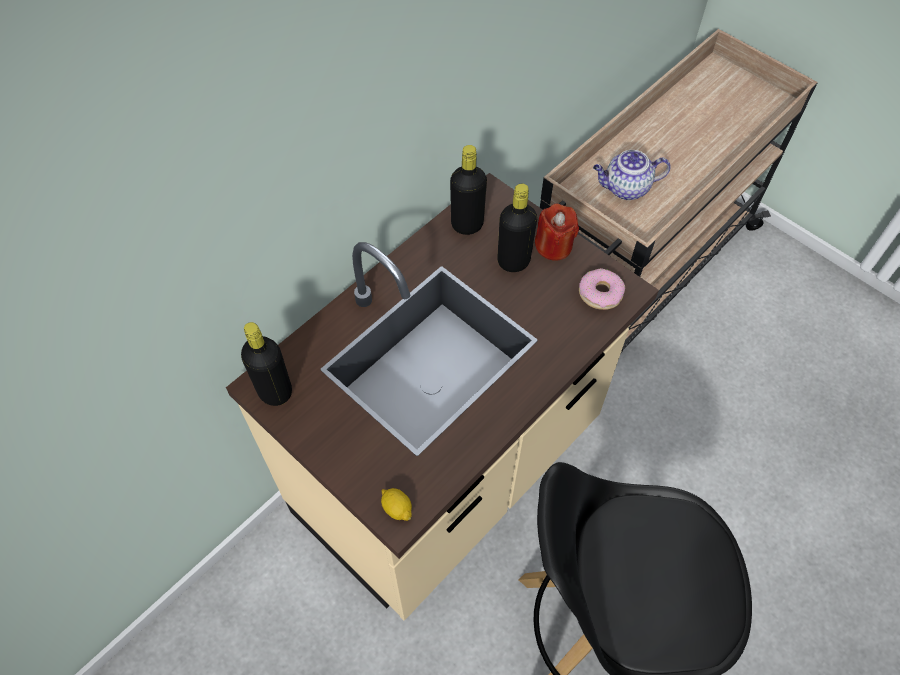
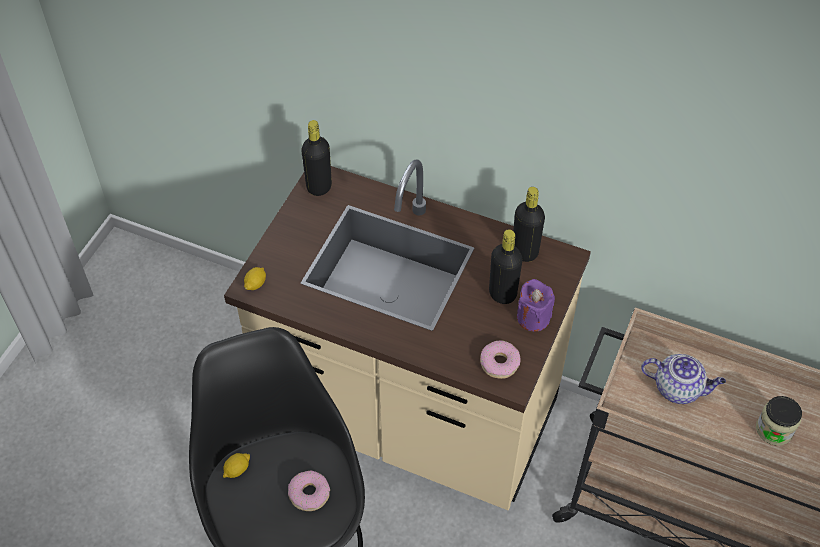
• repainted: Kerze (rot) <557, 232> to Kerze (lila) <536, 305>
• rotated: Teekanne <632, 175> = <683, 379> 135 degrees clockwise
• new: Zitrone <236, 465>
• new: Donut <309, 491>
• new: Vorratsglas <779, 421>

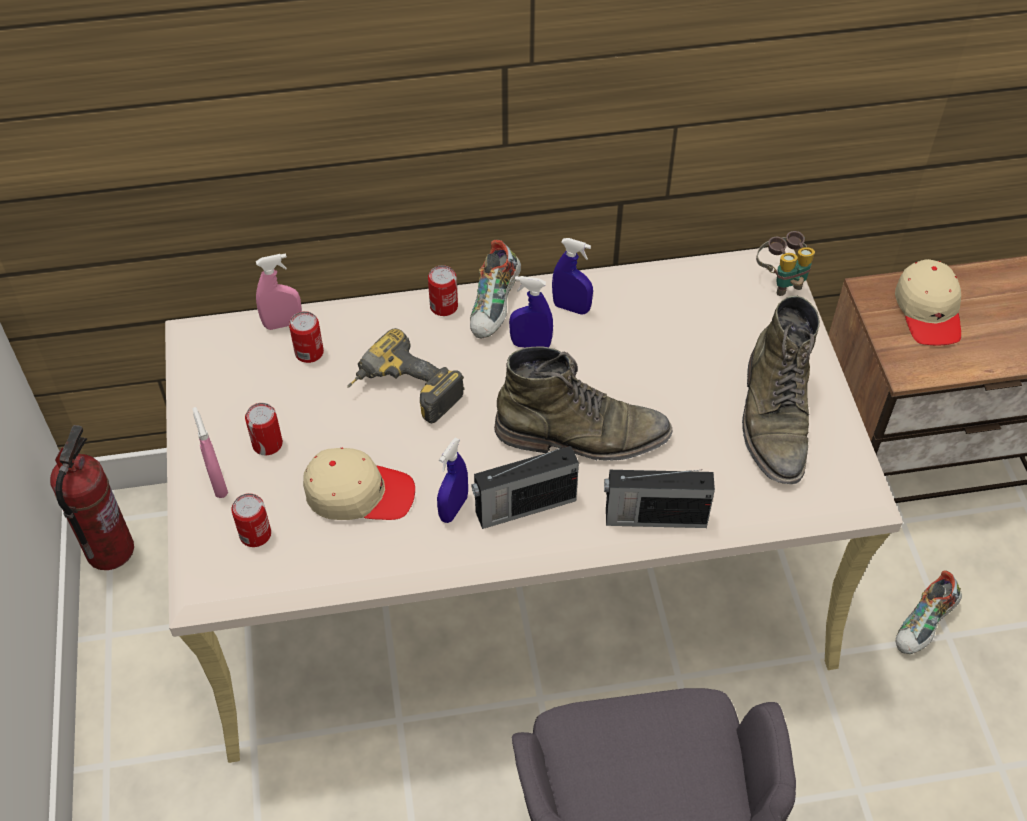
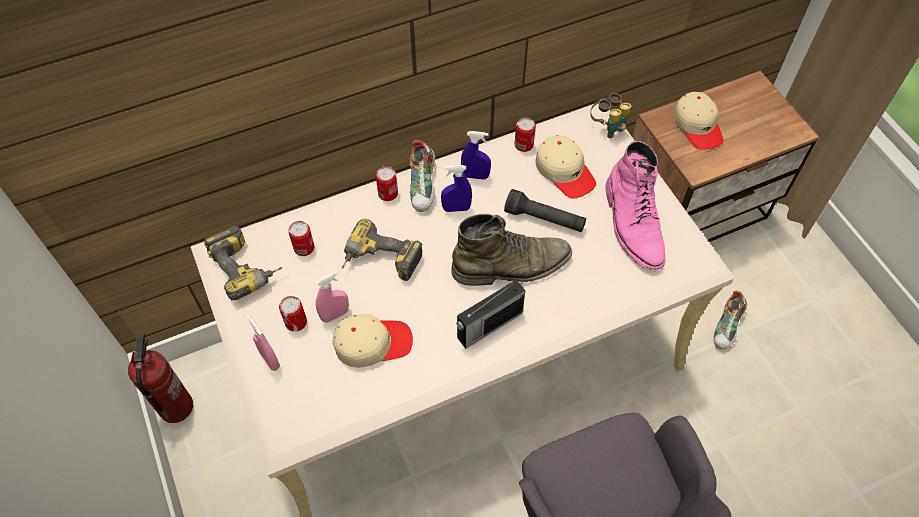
• shifted: Dose <251, 520> to <525, 134>
• shifted: Sprühflasche (rosa) <279, 291> to <332, 297>
• gone: Sprühflasche (blau) <452, 480>
• gone: Radio <659, 498>
• repainted: Stiefel (grün) <781, 389> to Stiefel (rosa) <635, 205>
• new: Bohrmaschine <243, 263>
• new: Taschenlampe (schwarz) <545, 210>
• new: Kappe (beige) <565, 167>

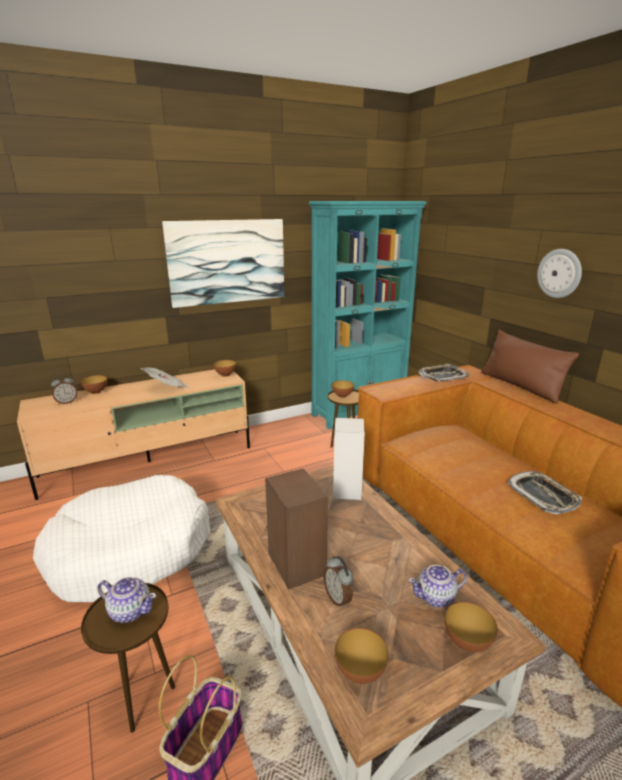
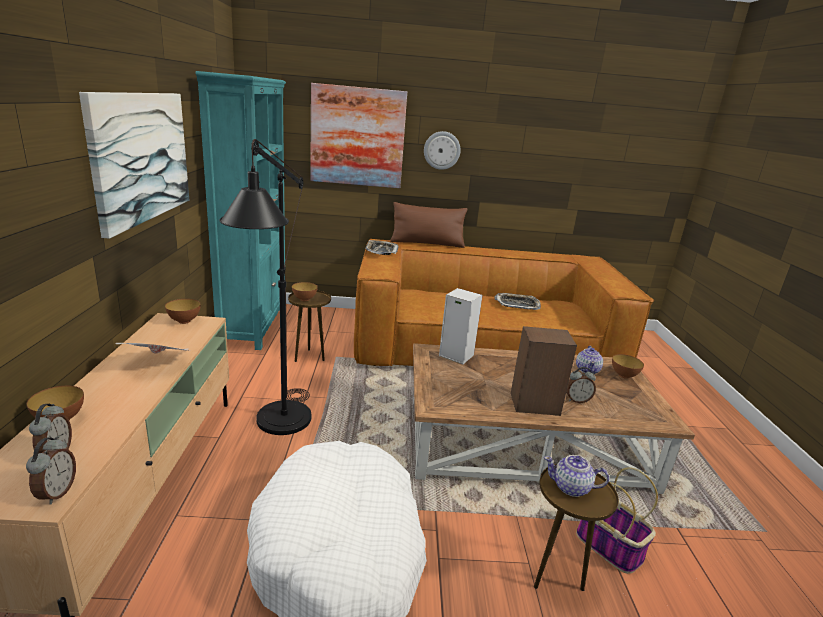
• rotated: Teekanne <126, 600> = <576, 476> 120 degrees counterclockwise
• gone: Schüssel <362, 656>
• new: Wecker <51, 470>
• new: Stehlampe (schwarz) <265, 287>
• new: Bild <358, 135>

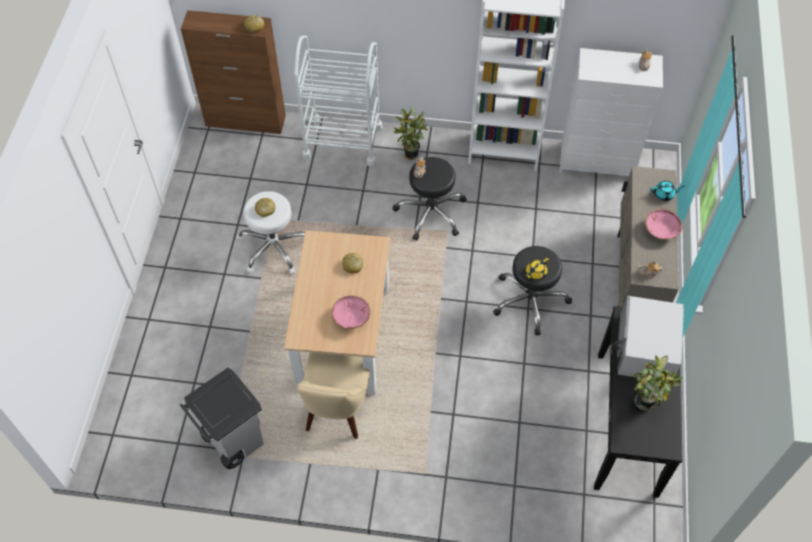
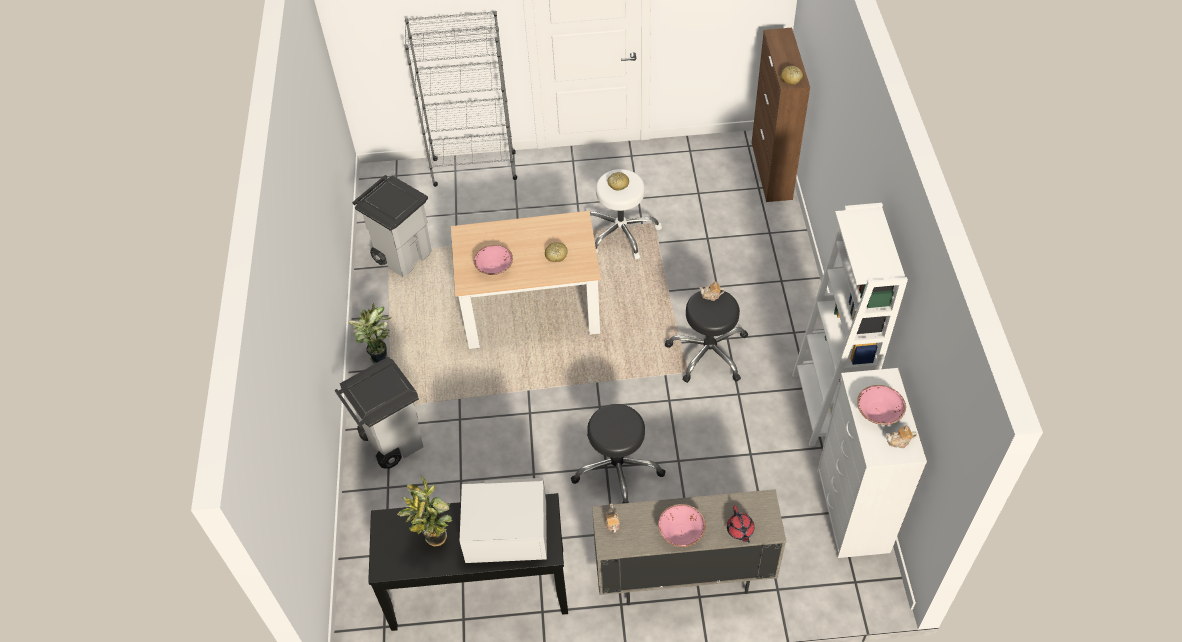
• gone: Rollwagen (weiß) <338, 101>
• gone: Stuhl (beige) <333, 395>
• shifted: Topfpflanze <410, 133> to <369, 333>
• gone: Teekanne (gelb) <537, 269>
• repainted: Teekanne (türkis) <667, 191> to Teekanne (rot) <741, 524>
• new: Mülleimer (grau) <379, 412>
• new: Bücherregal (grau) <460, 99>
• new: Schüssel (rosa) <881, 405>

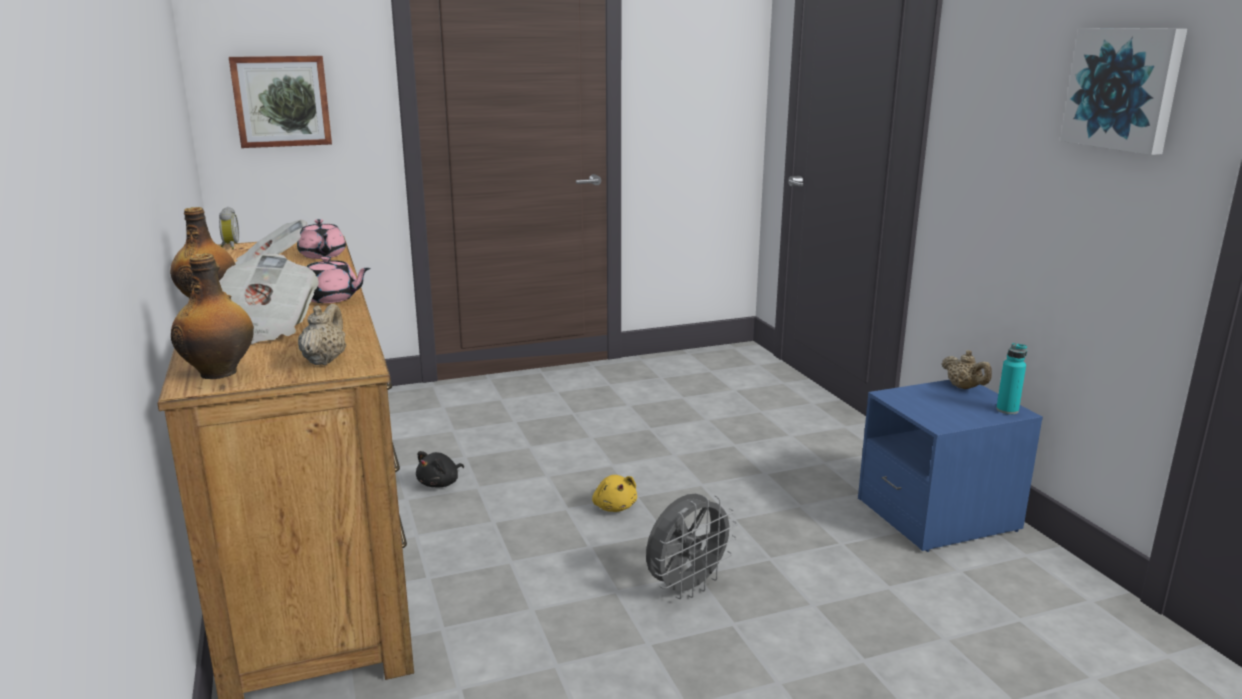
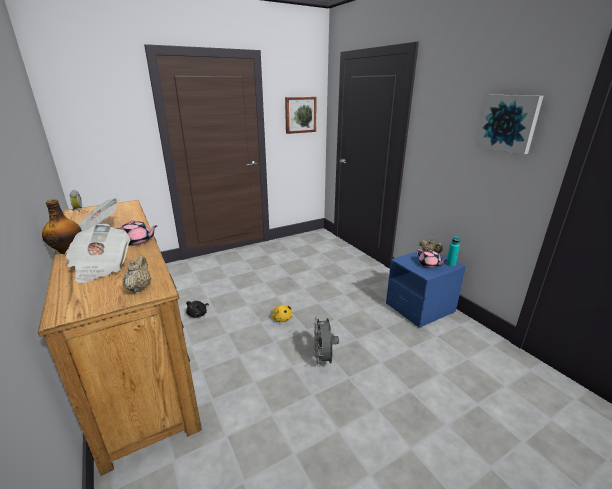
• gone: Flasche <212, 316>
• shifted: Bild <280, 102> to <301, 115>
• shifted: Teekanne (rosa) <321, 239> to <432, 258>
• rotated: Ventilator (grau) <691, 546> = <326, 341> 135 degrees clockwise

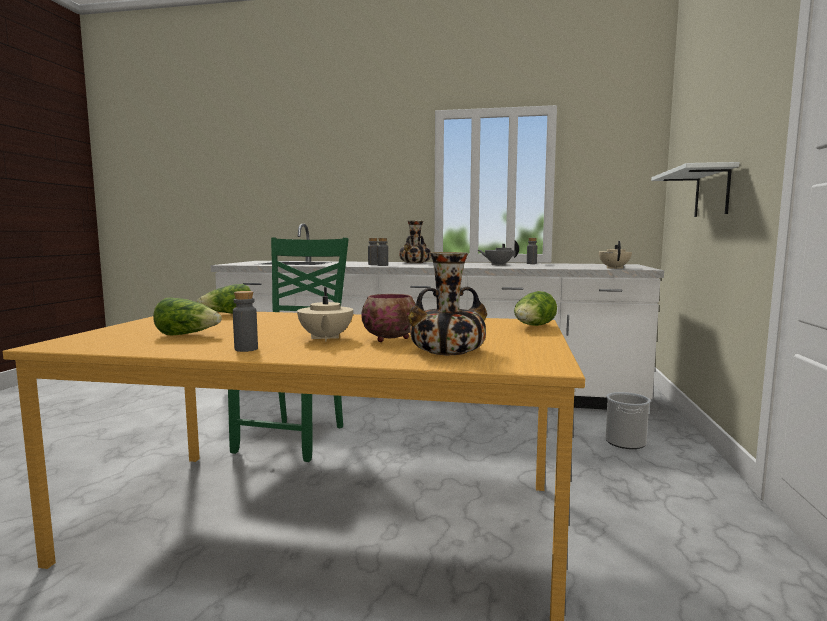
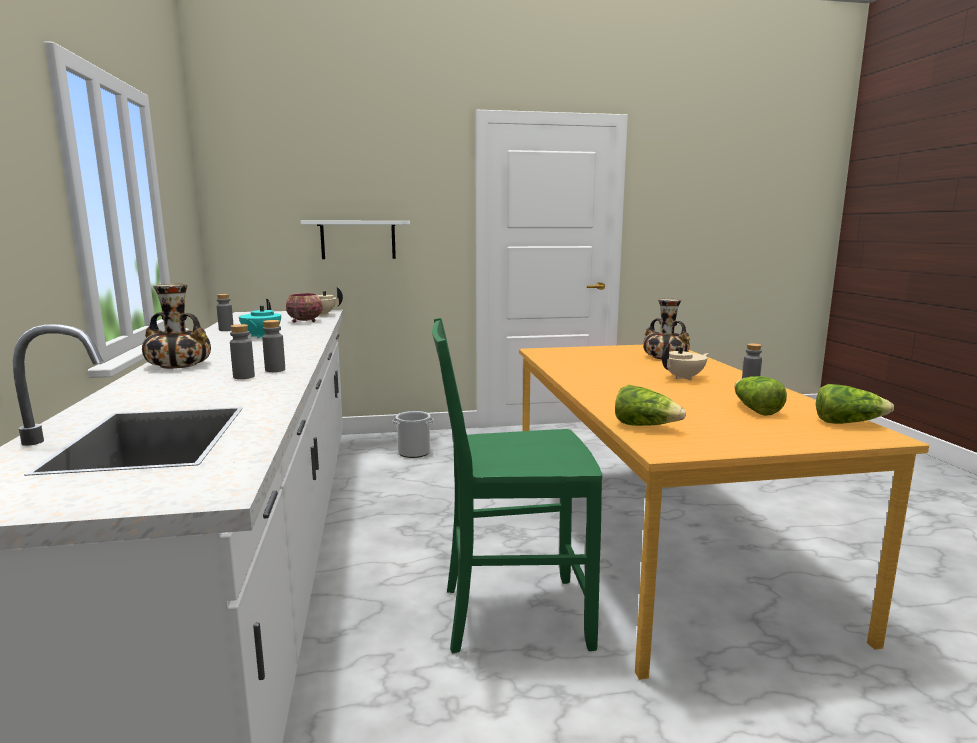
• shifted: Schüssel <388, 318> to <304, 308>
• repainted: Teekanne (grau) <498, 253> to Teekanne (türkis) <260, 318>
• shifted: Salatkopf <535, 308> to <855, 404>

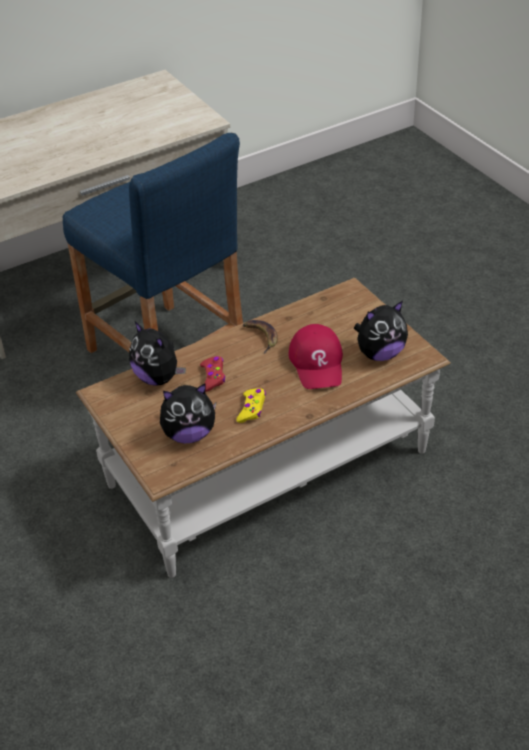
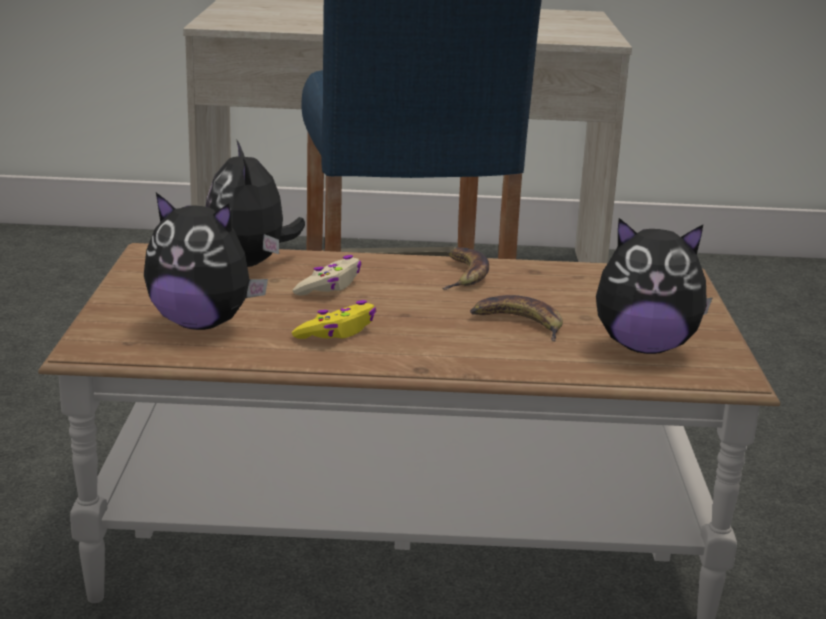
• repainted: Gamepad (rot) <212, 374> to Gamepad (beige) <327, 275>
• swapped: Kappe (rot) <316, 356> to Banane <516, 318>

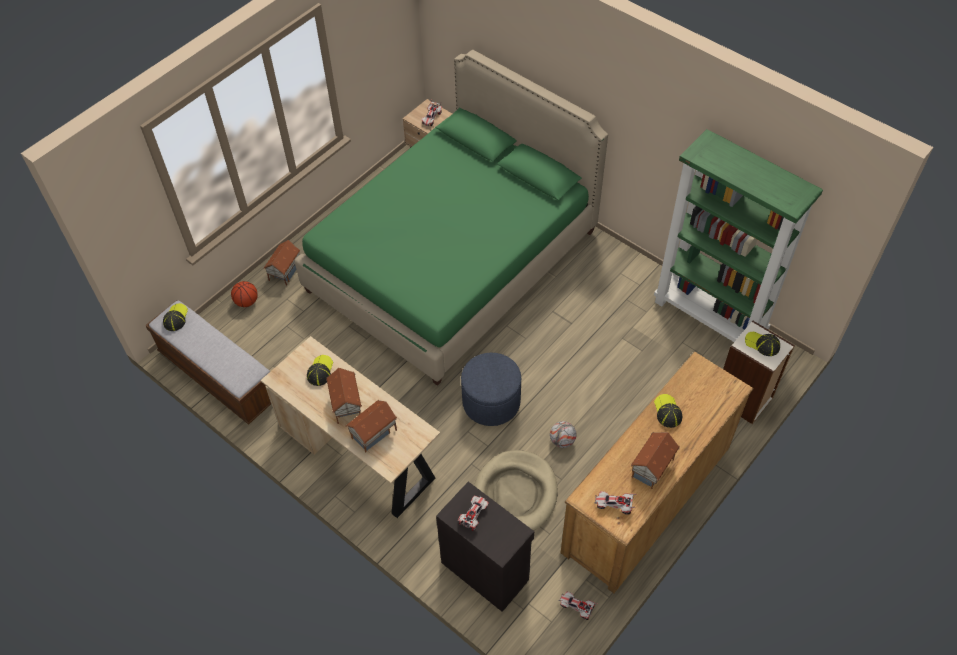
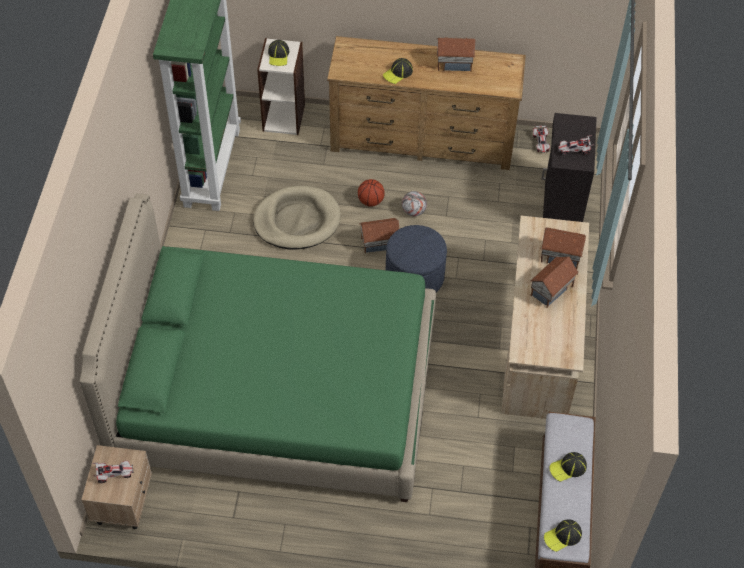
• shifted: Basketball <244, 294> to <371, 192>
• shifted: Spielzeughaus <282, 263> to <379, 235>
• shifted: Kappe <320, 370> to <568, 467>
• shifted: Hundebett (beige) <516, 490> to <297, 217>
• gone: Spielzeugauto <616, 503>

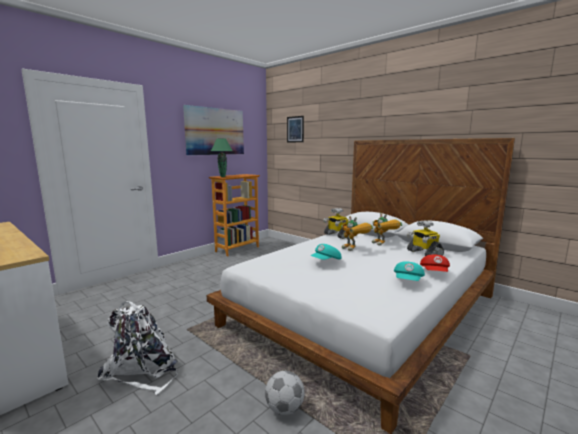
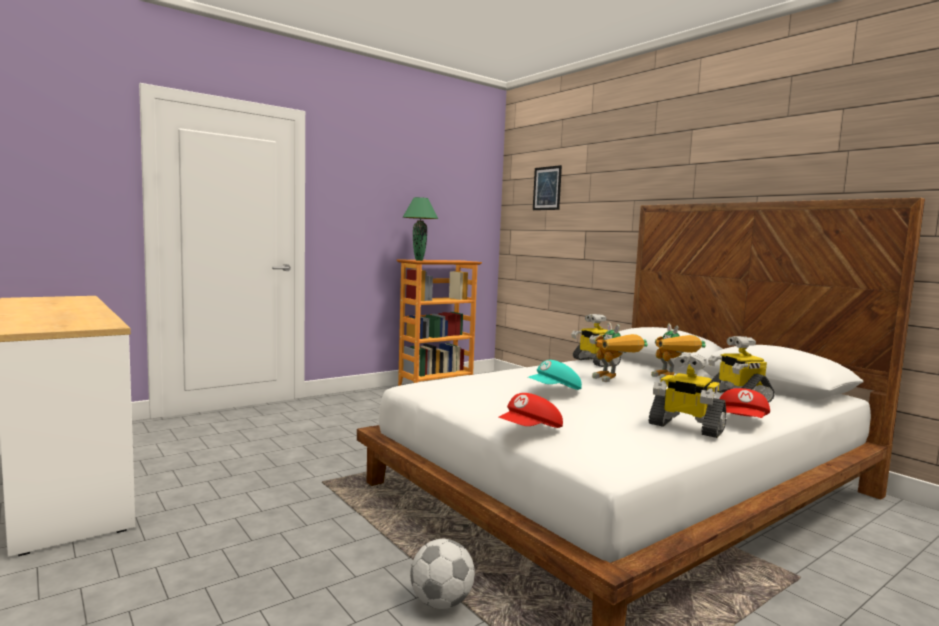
• gone: Rucksack (weiß) <137, 348>
• gone: Bild <213, 130>
• swapped: Kappe (türkis) <409, 271> to Spielzeugroboter <688, 396>
• new: Kappe (rot) <531, 410>

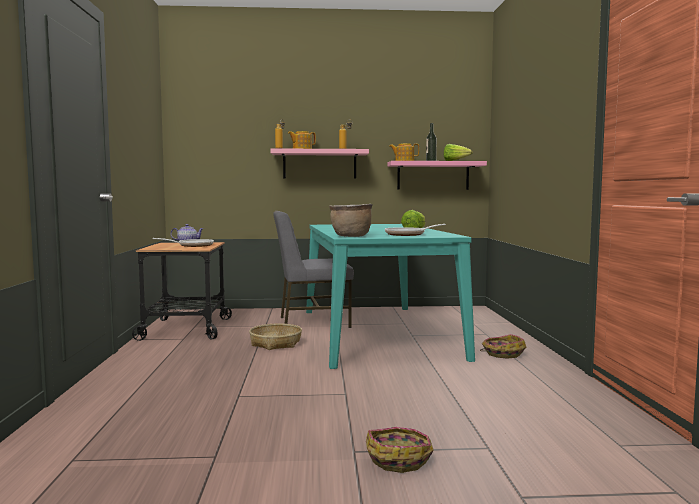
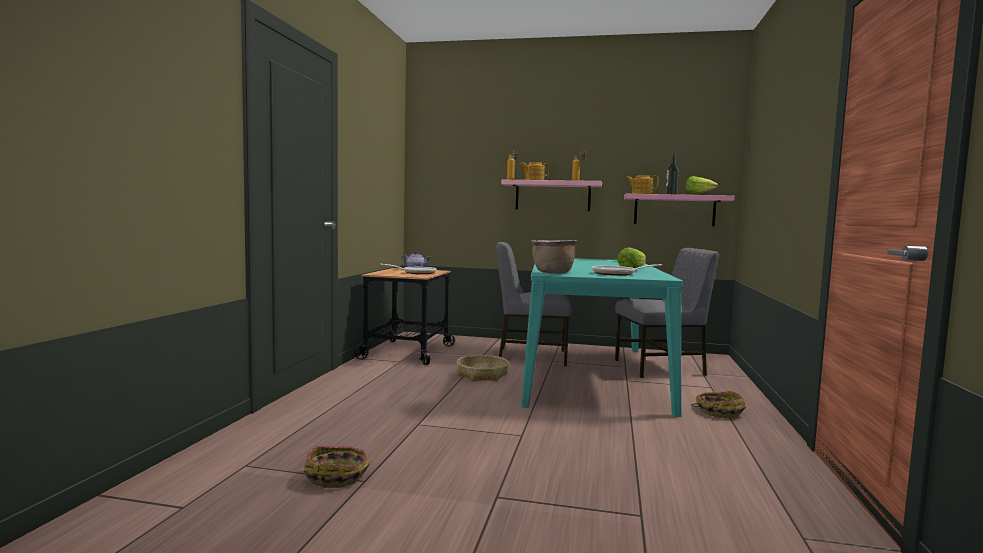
• shifted: Korb <400, 450> to <336, 466>
• new: Stuhl (grau) <667, 313>

